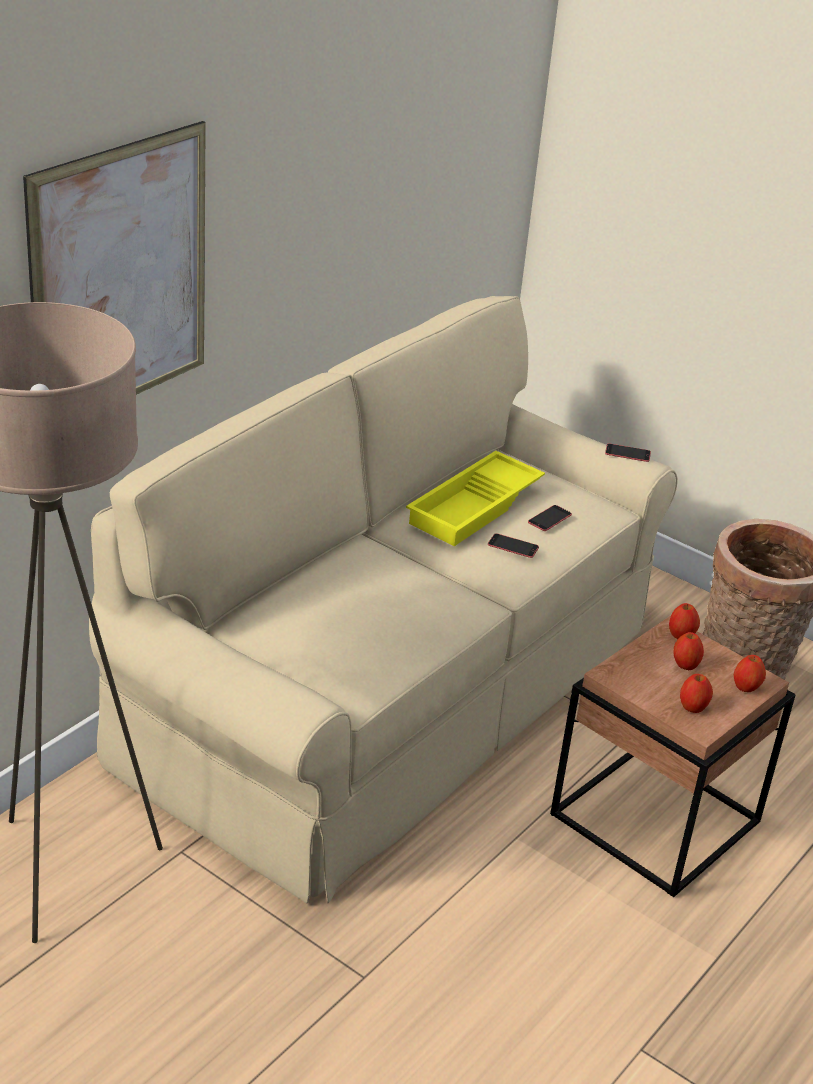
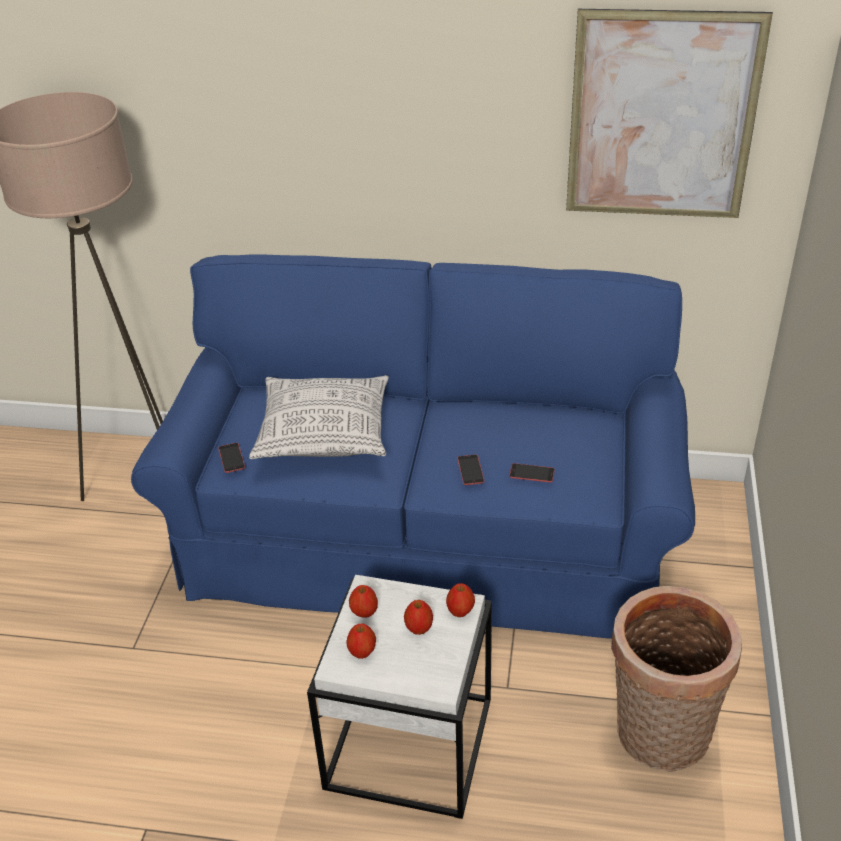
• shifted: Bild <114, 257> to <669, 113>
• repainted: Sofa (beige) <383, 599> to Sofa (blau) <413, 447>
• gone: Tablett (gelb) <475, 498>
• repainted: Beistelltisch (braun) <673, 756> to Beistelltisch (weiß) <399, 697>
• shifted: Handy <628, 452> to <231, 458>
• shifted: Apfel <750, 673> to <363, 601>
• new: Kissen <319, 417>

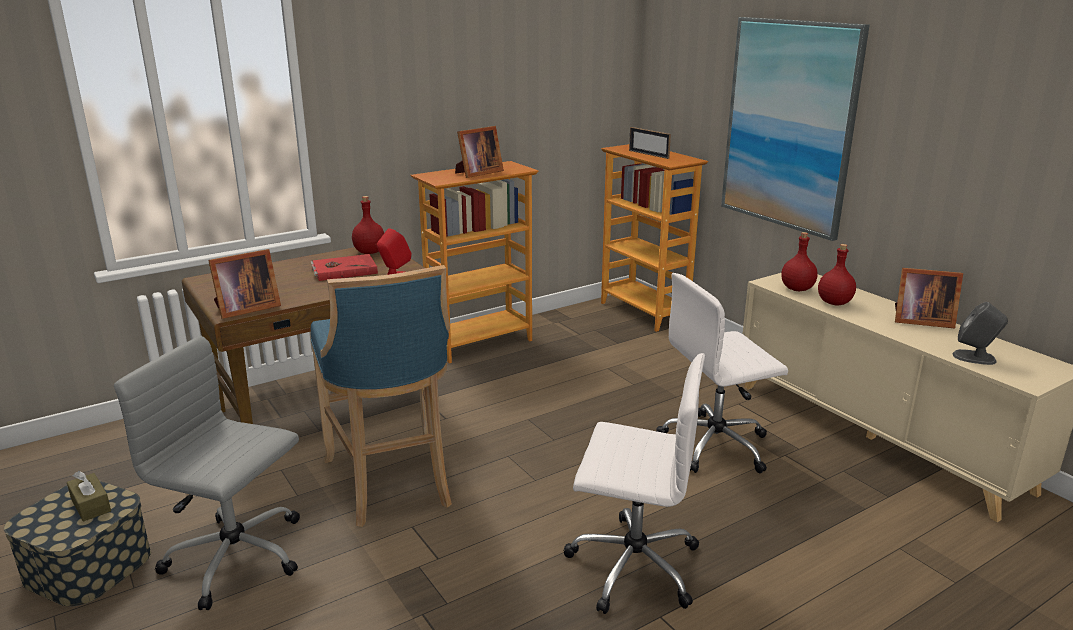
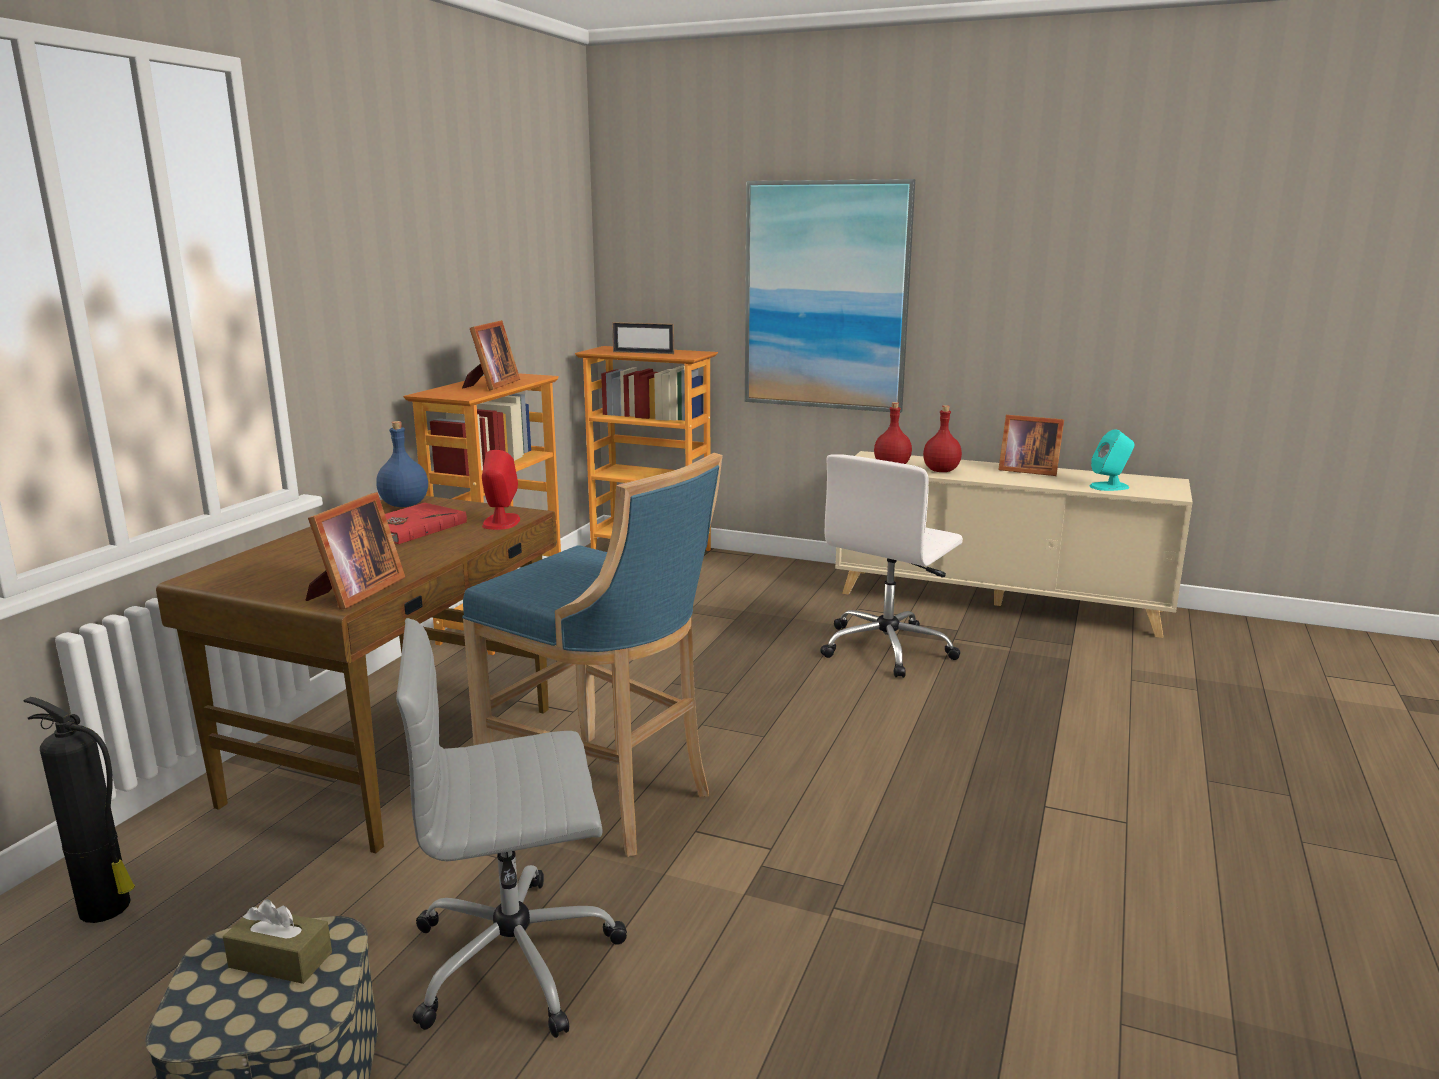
• repainted: Flasche (rot) <368, 225> to Flasche (blau) <402, 464>
• gone: Bürostuhl (weiß) <634, 483>
• rotated: Bilderrahmen <929, 298> = <1031, 445> 45 degrees clockwise
• repainted: Lautsprecher (grau) <980, 333> to Lautsprecher (türkis) <1112, 460>
• new: Feuerlöscher <79, 810>

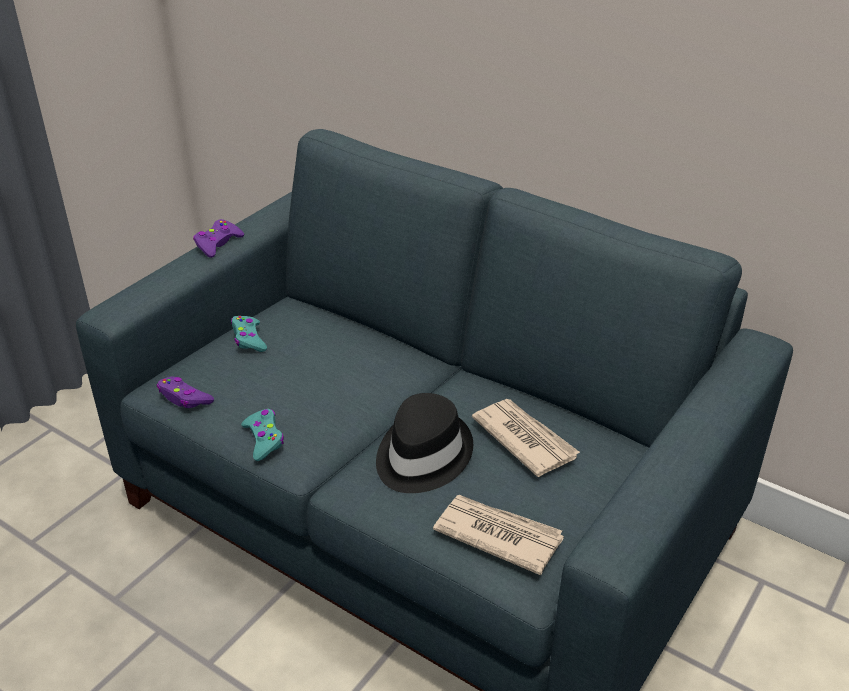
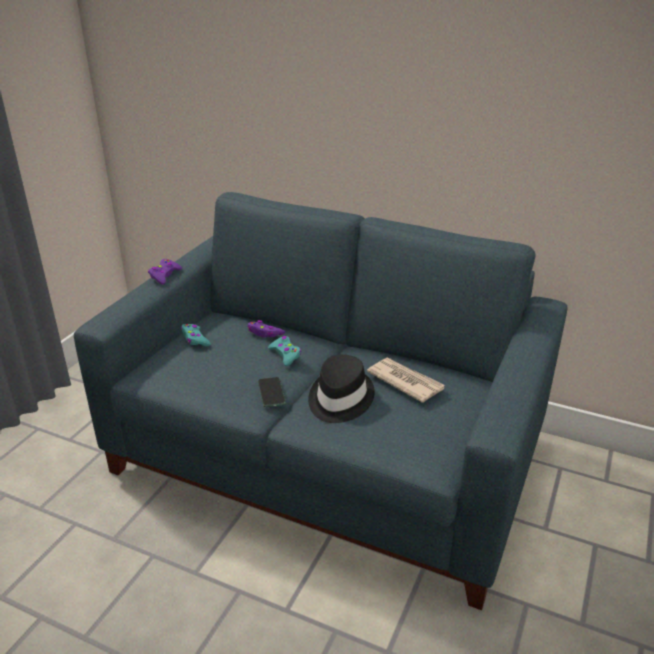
• shifted: Gamepad (lila) <185, 392> to <266, 328>
• shifted: Gamepad (türkis) <262, 435> to <284, 351>
• gone: Zeitung <498, 535>
• new: Handy <272, 392>

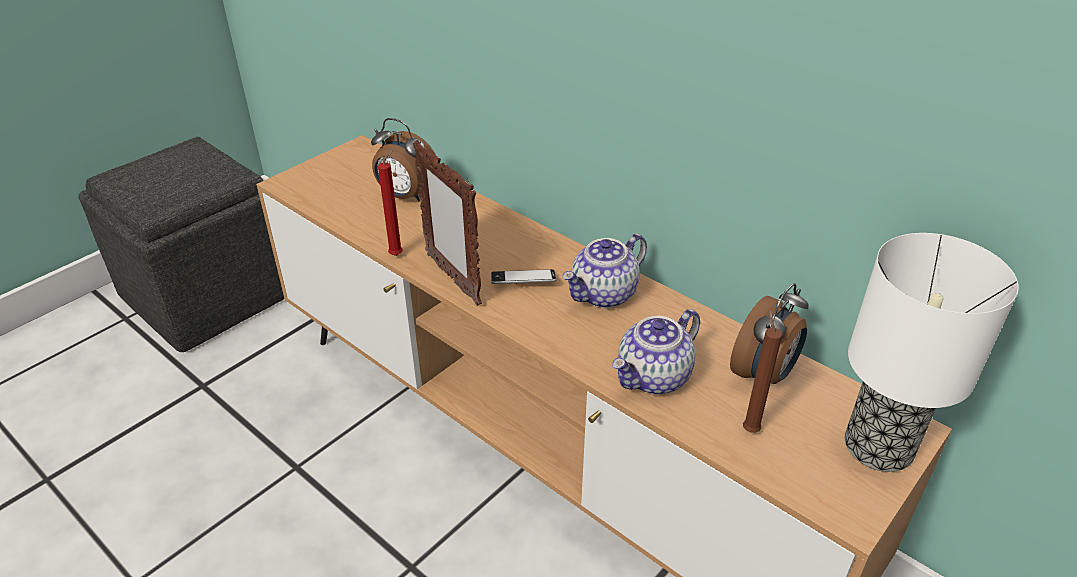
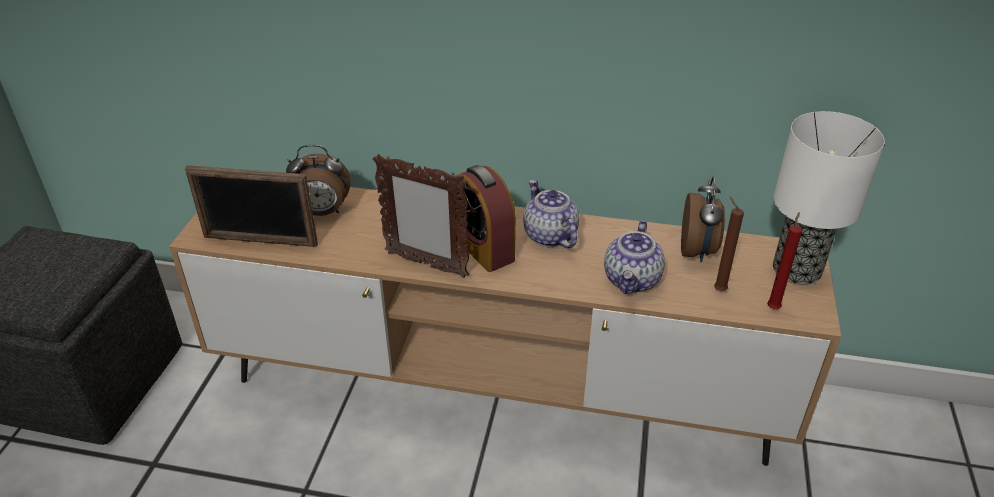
• shifted: Kerze (rot) <390, 203> to <784, 260>
• swapped: Handy <524, 276> to Wecker <485, 218>
• rotated: Teekanne <604, 271> = <551, 214> 135 degrees clockwise
• new: Bilderrahmen <251, 206>

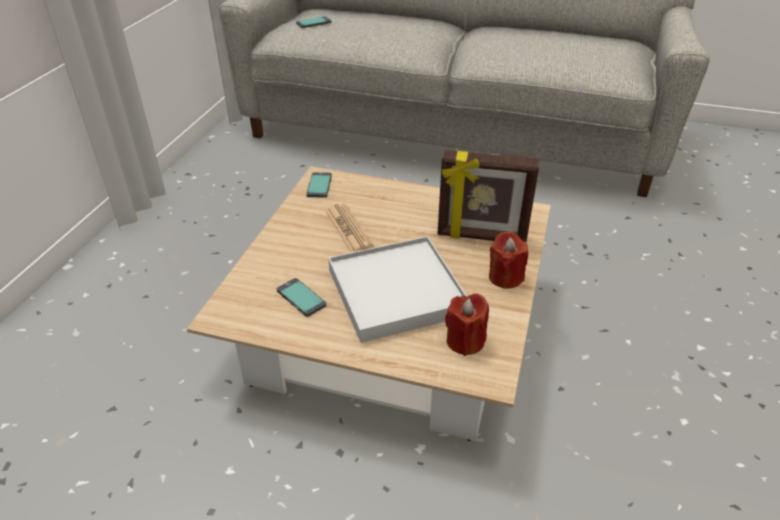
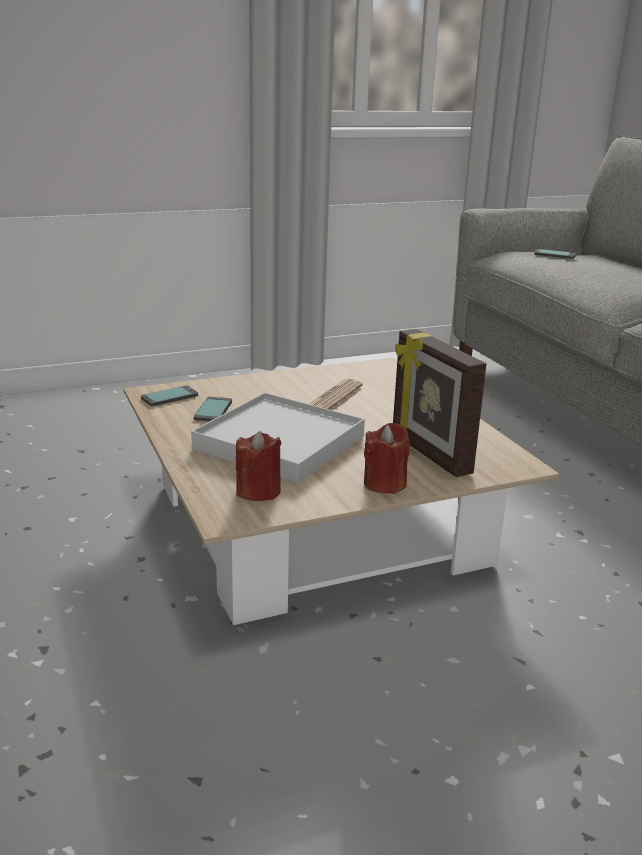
• shifted: Handy <319, 185> to <169, 396>

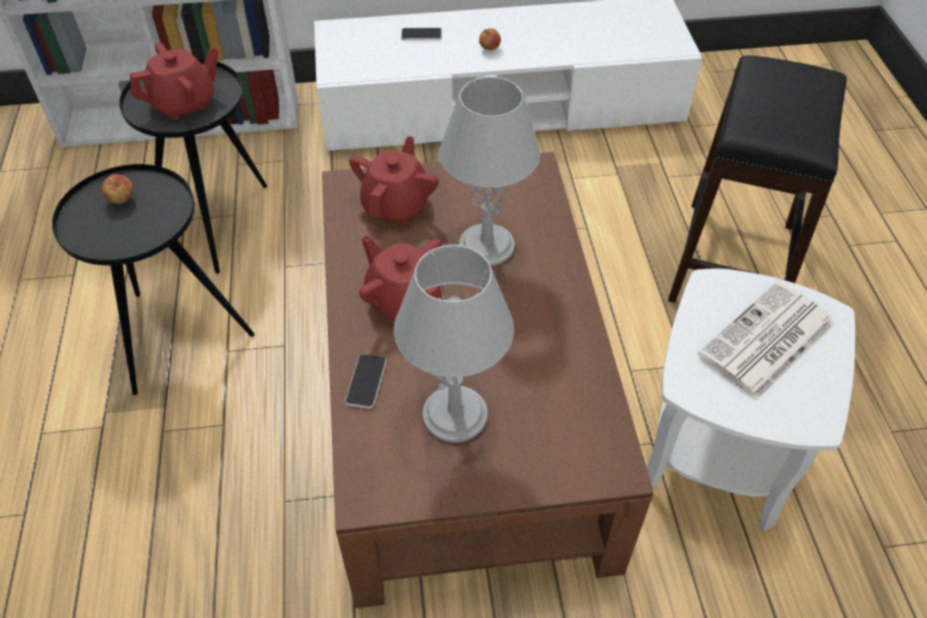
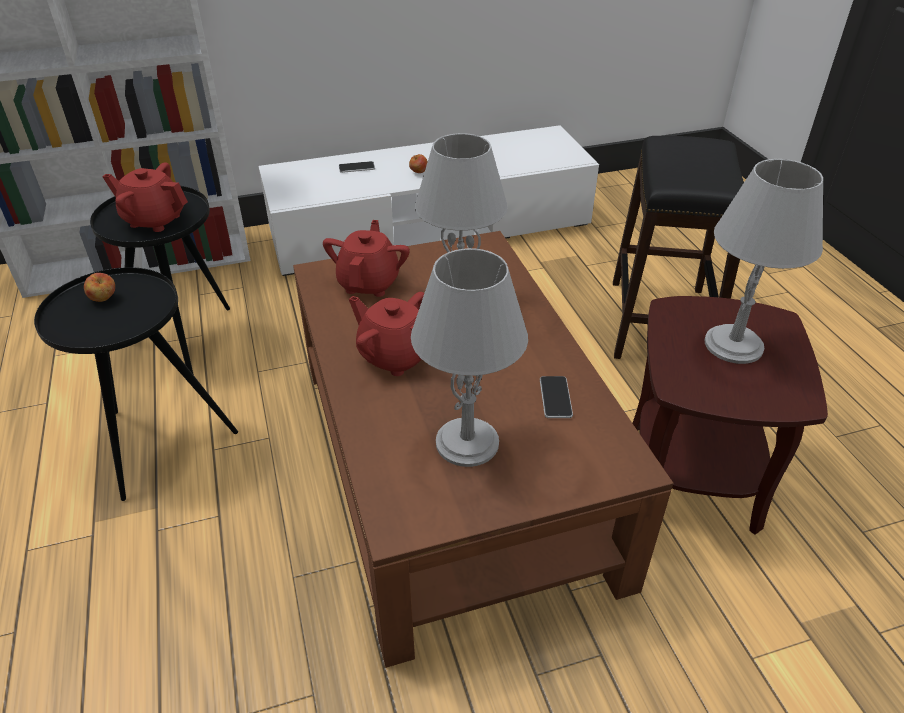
• rotated: Teekanne (rot) <174, 81> = <145, 197> 120 degrees counterclockwise
• shifted: Handy <366, 381> to <556, 397>
• repainted: Beistelltisch (weiß) <750, 400> to Beistelltisch (braun) <730, 415>
• swapped: Zeitung <766, 340> to Tischlampe (grau) <764, 261>

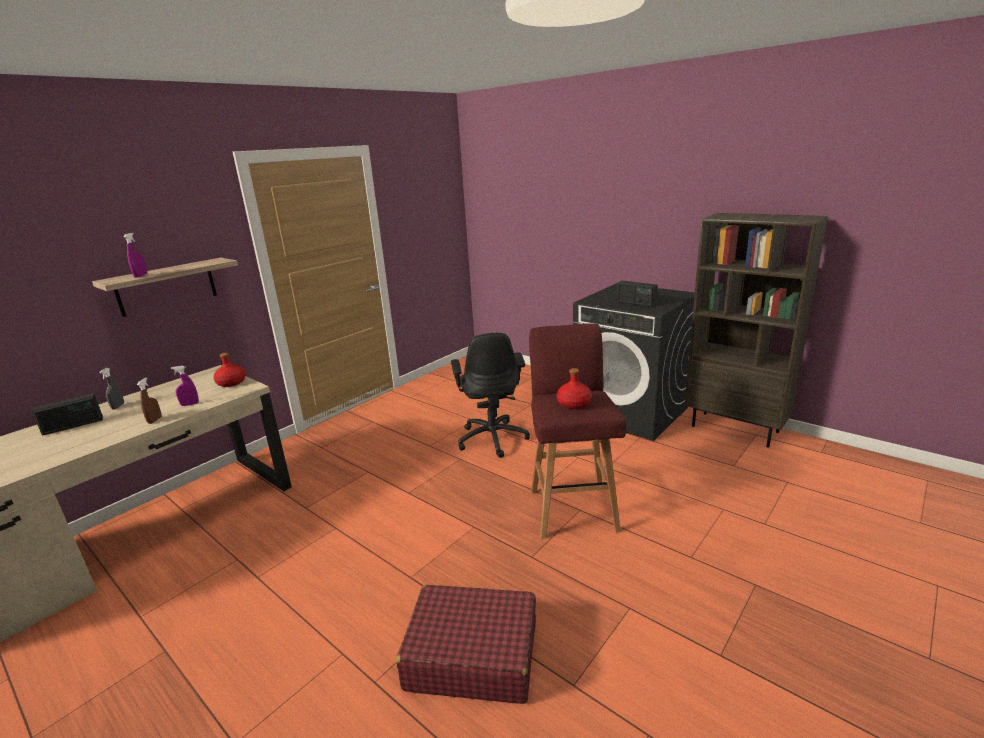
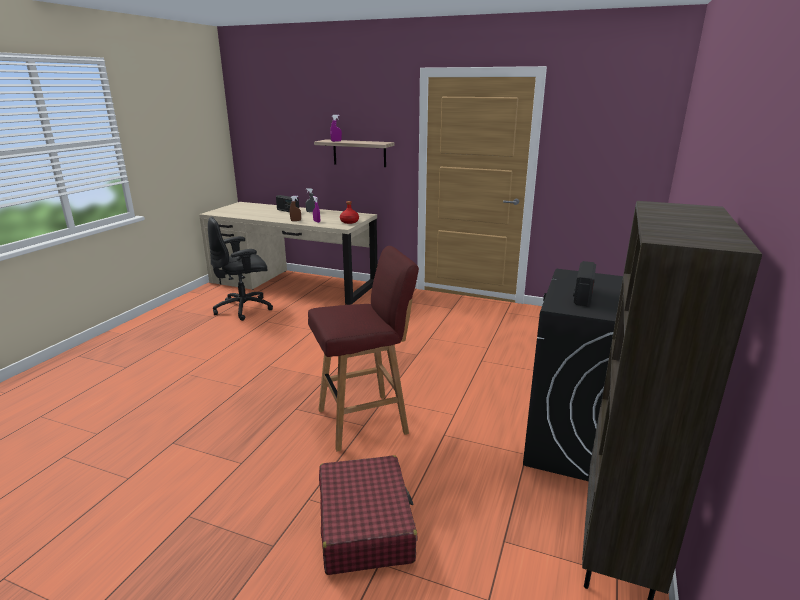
• shifted: Koffer (rot) <466, 644> to <368, 515>
• shifted: Bürostuhl (schwarz) <490, 395> to <240, 269>
• gone: Flasche (rot) <574, 388>

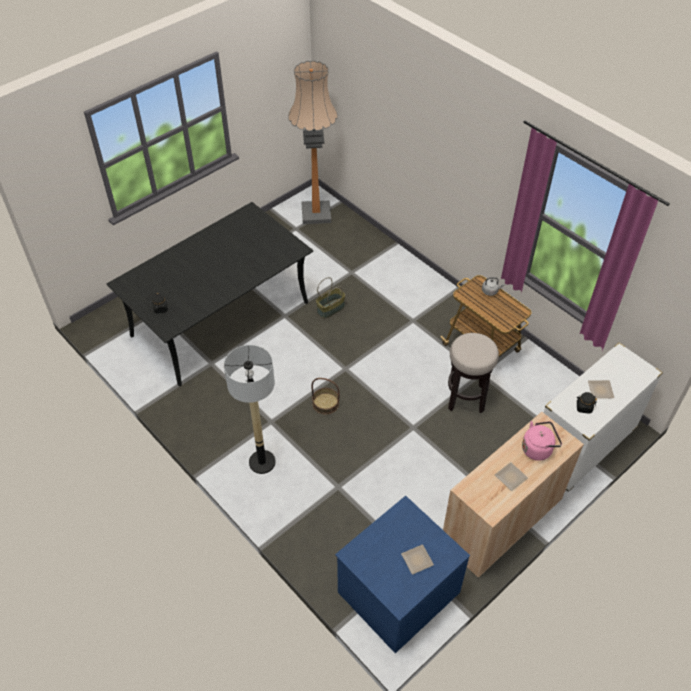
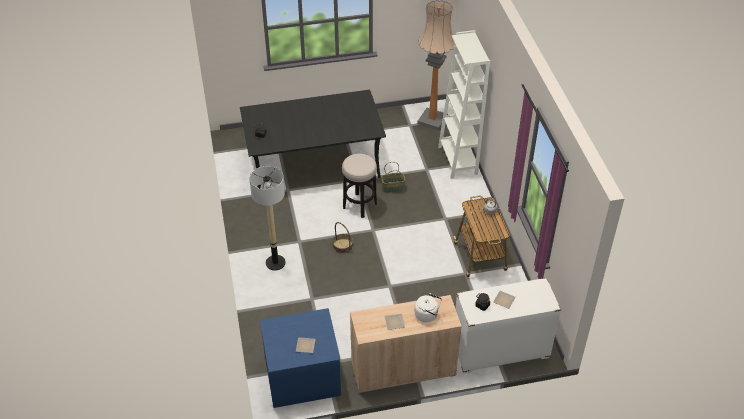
• shifted: Hocker <473, 373> to <359, 186>
• repainted: Wasserkessel (rosa) <542, 441> to Wasserkessel (weiß) <428, 307>
• new: Bücherregal (weiß) <464, 104>

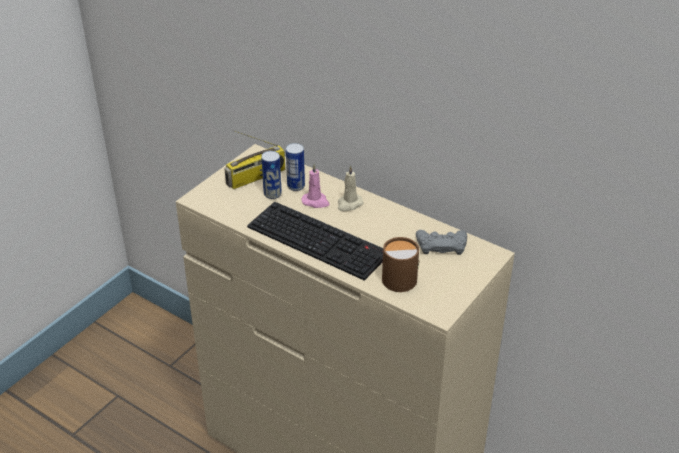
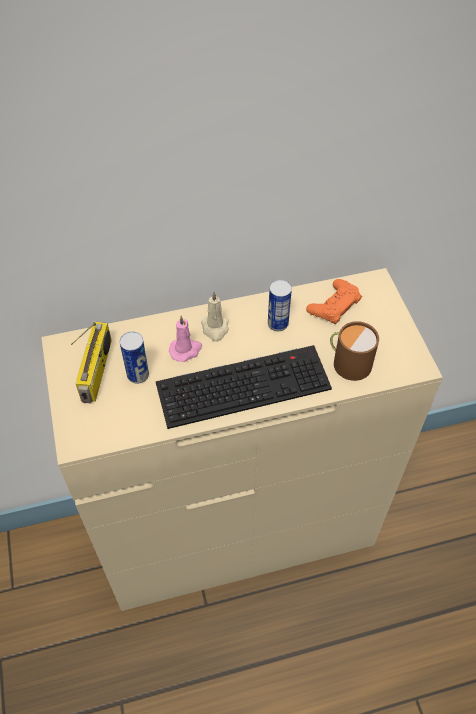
• shifted: Dose <295, 167> to <280, 305>
• repainted: Gamepad (grau) <441, 242> to Gamepad (orange) <334, 302>

